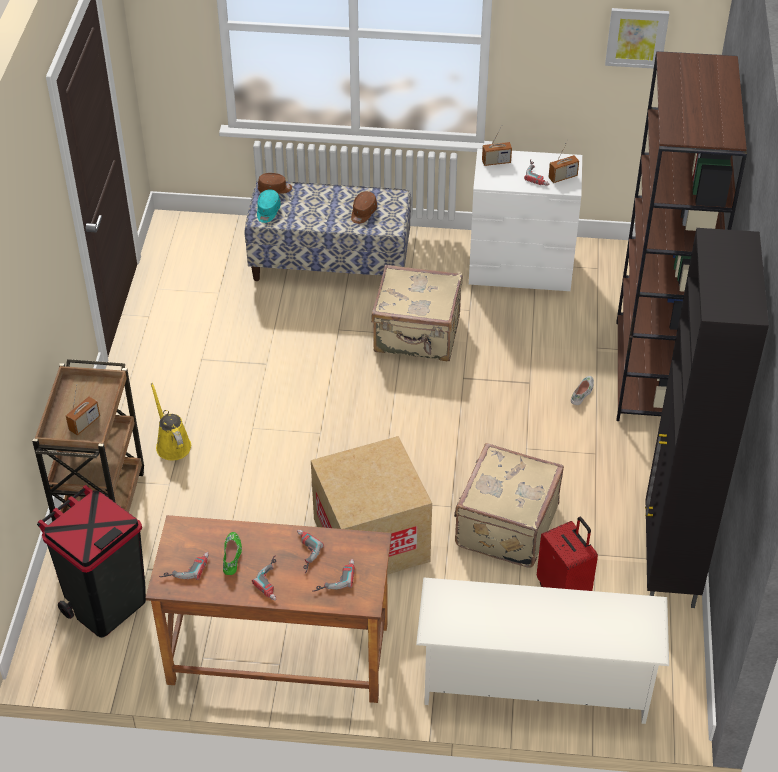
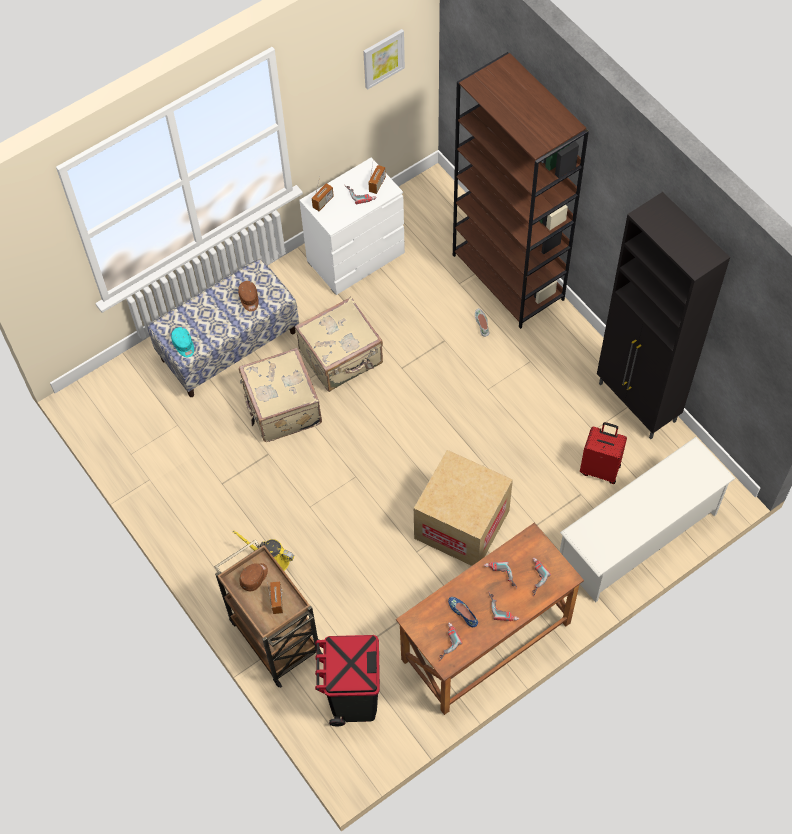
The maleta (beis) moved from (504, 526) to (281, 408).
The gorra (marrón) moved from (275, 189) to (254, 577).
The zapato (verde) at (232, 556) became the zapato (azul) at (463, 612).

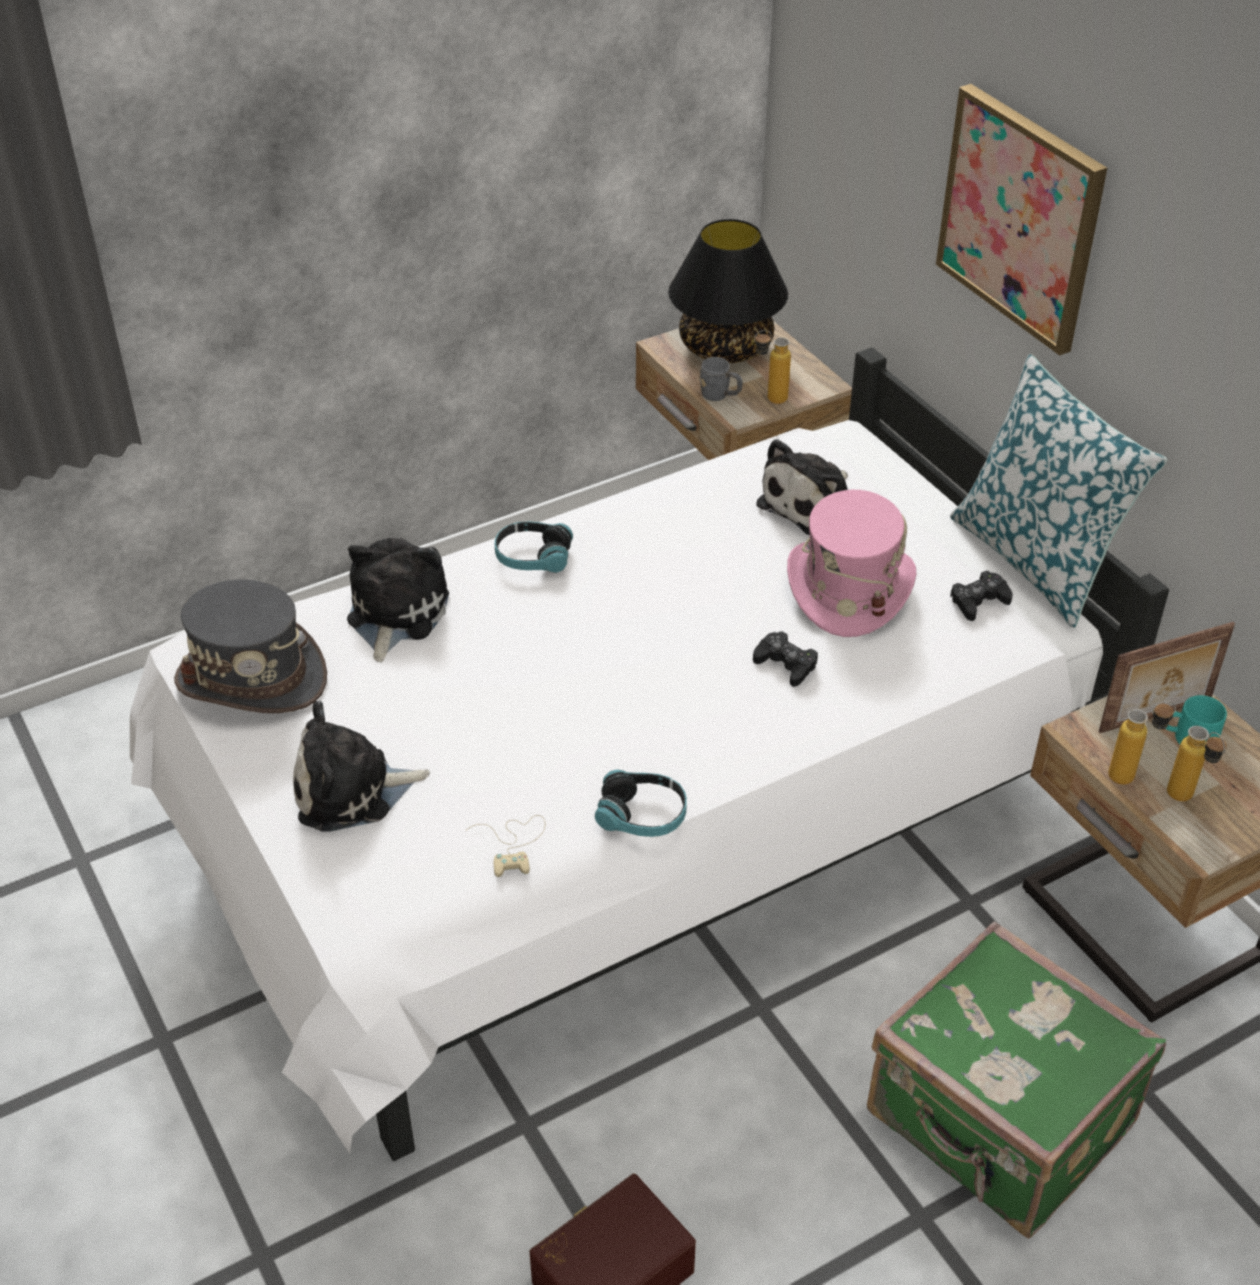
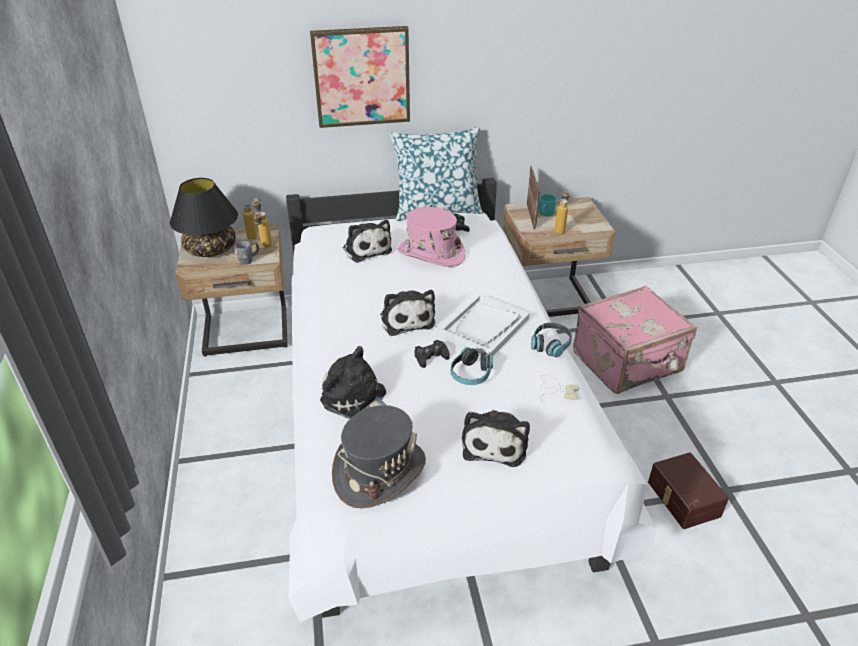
The botella moved from (1186, 800) to (257, 237).
The peluche at (406, 319) appeared.
The mando de consola (negro) moved from (785, 664) to (431, 357).
The bandeja (blanco) at (484, 327) appeared.
The auriculares moved from (533, 557) to (471, 374).
The maleta (verde) at (998, 1124) became the maleta (rosa) at (628, 363).

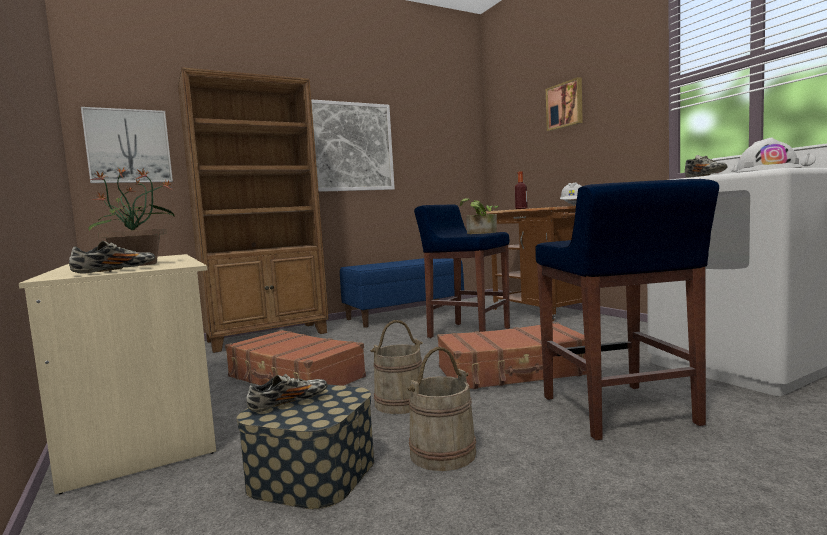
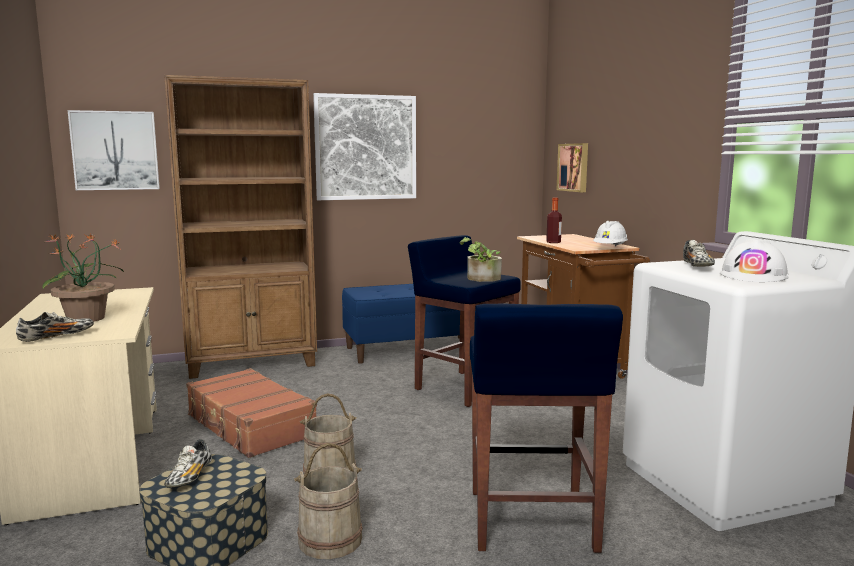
The zapato at (289, 403) turned 120 degrees clockwise.
The cuadro moved from (565, 105) to (574, 167).
The maleta (marrón) at (513, 371) disappeared.

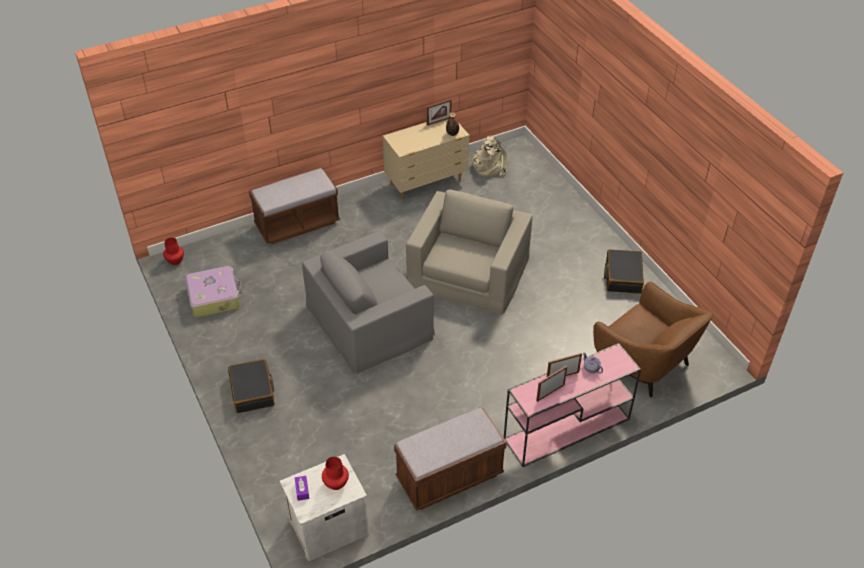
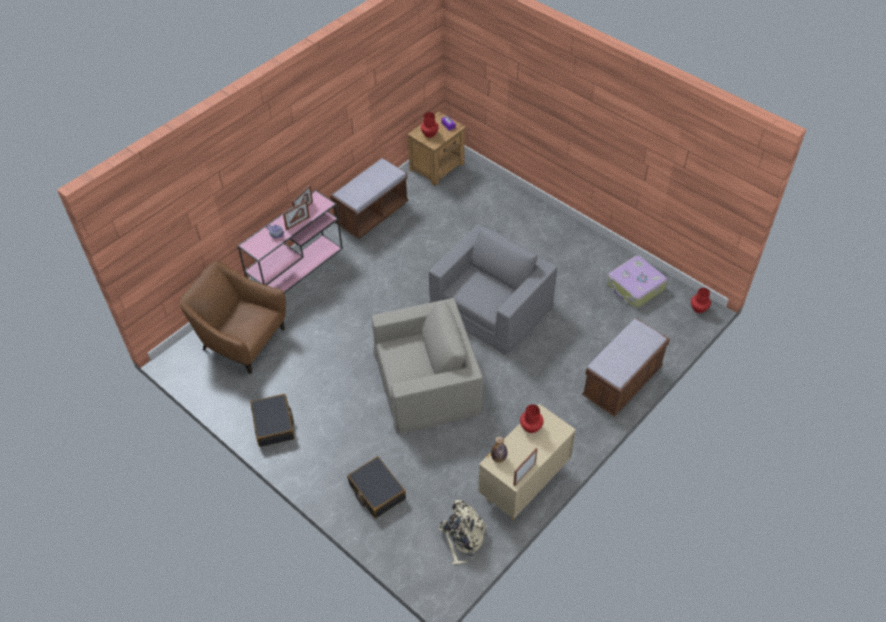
The maleta (negro) moved from (252, 391) to (376, 491).
The sillón (beis) at (468, 272) turned 105 degrees counterclockwise.
The mesita de noche (blanco) at (327, 527) became the mesita de noche (marrón) at (438, 166).
The florero (rojo) at (531, 427) appeared.

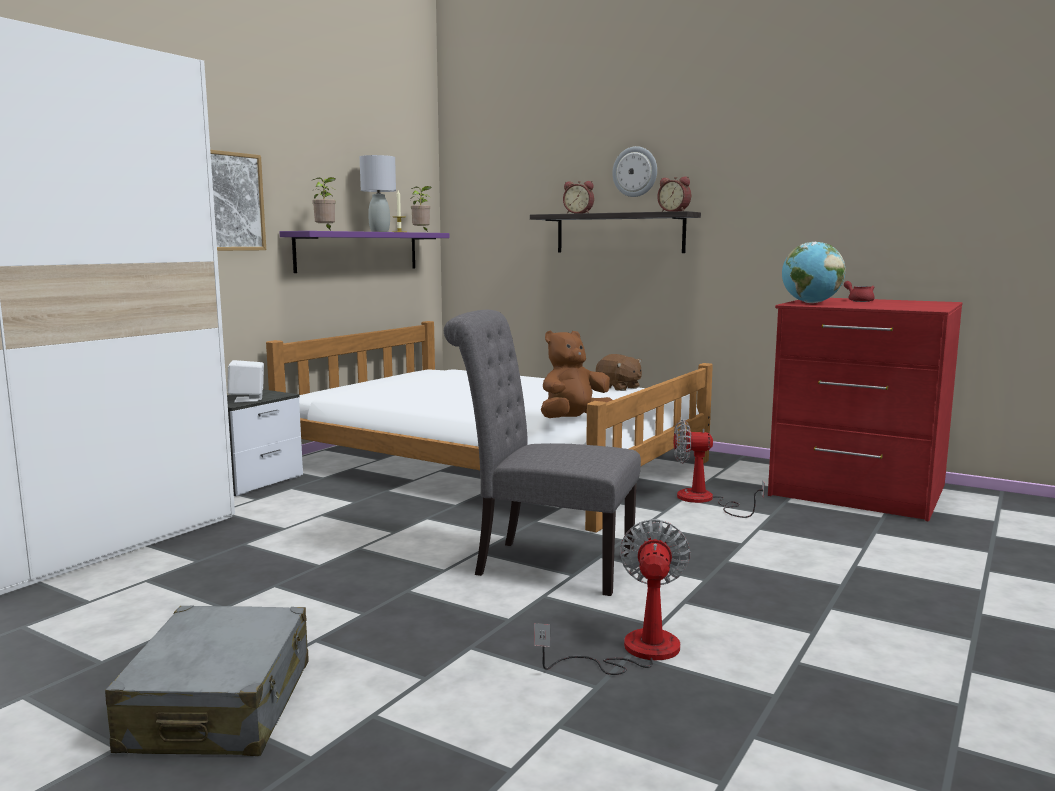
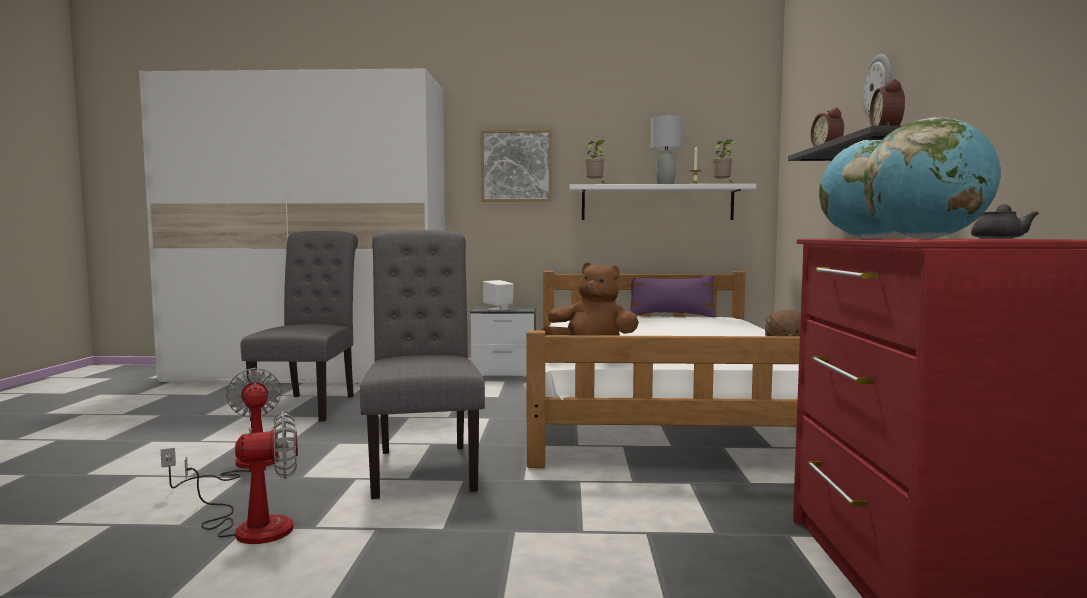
The ventilador moved from (705, 500) to (244, 466).
The silla (gris) at (310, 405) appeared.
The estante (morado) at (358, 251) became the estante (blanco) at (657, 203).
The cojín (morado) at (671, 316) appeared.
The globo terráqueo at (926, 239) appeared.
The tetera (rojo) at (858, 301) became the tetera (gris) at (999, 238).
The maleta (gris) at (220, 706) disappeared.

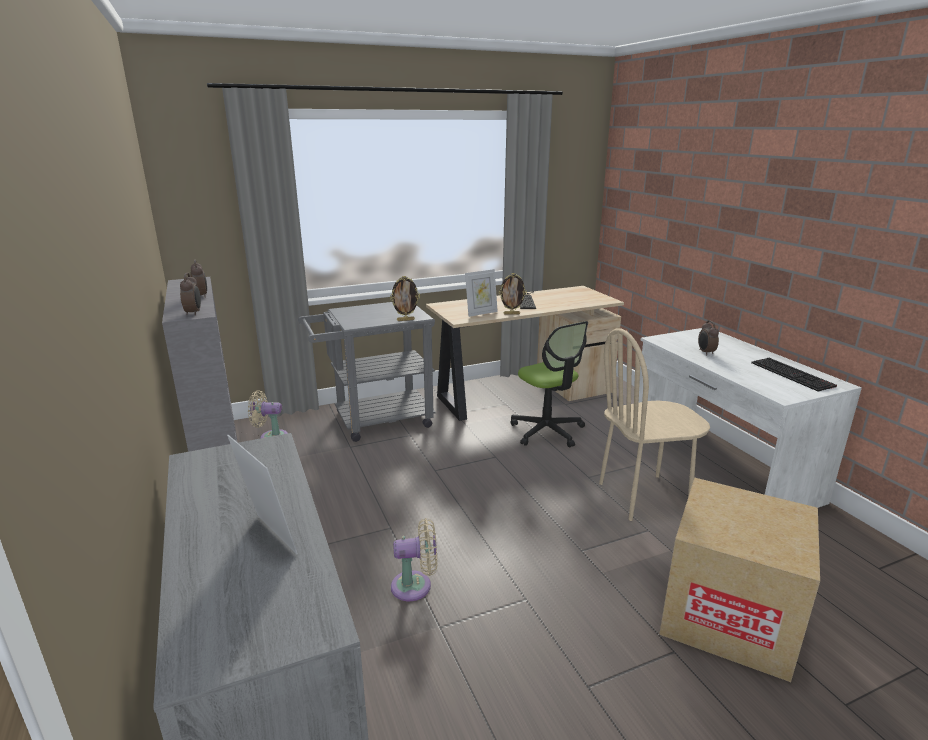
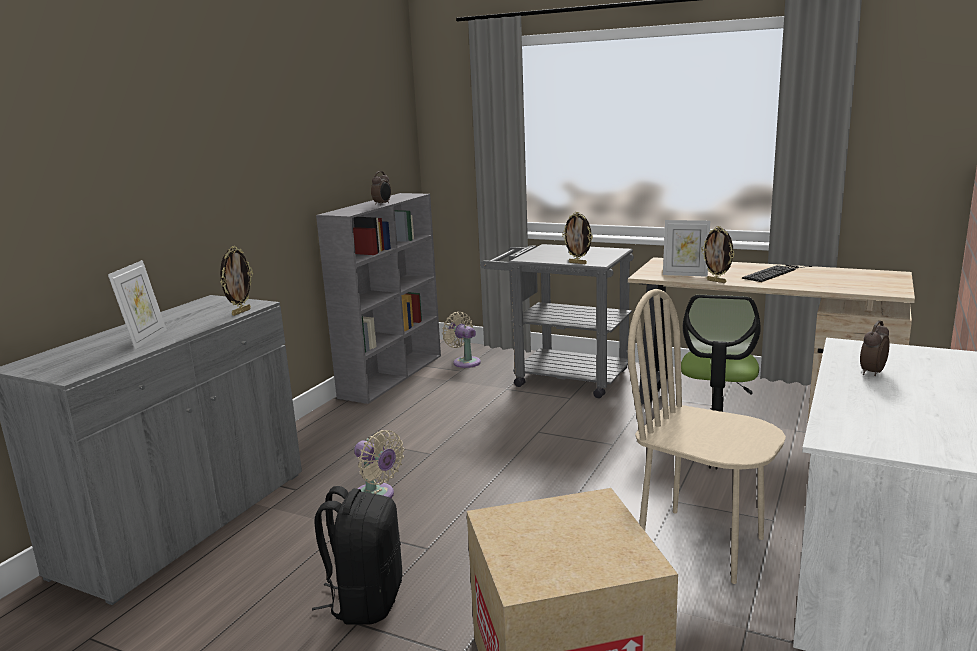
The portarretratos at (241, 312) appeared.
The mochila (negro) at (365, 601) appeared.
The despertador at (194, 313) disappeared.
The teclado at (793, 374) disappeared.

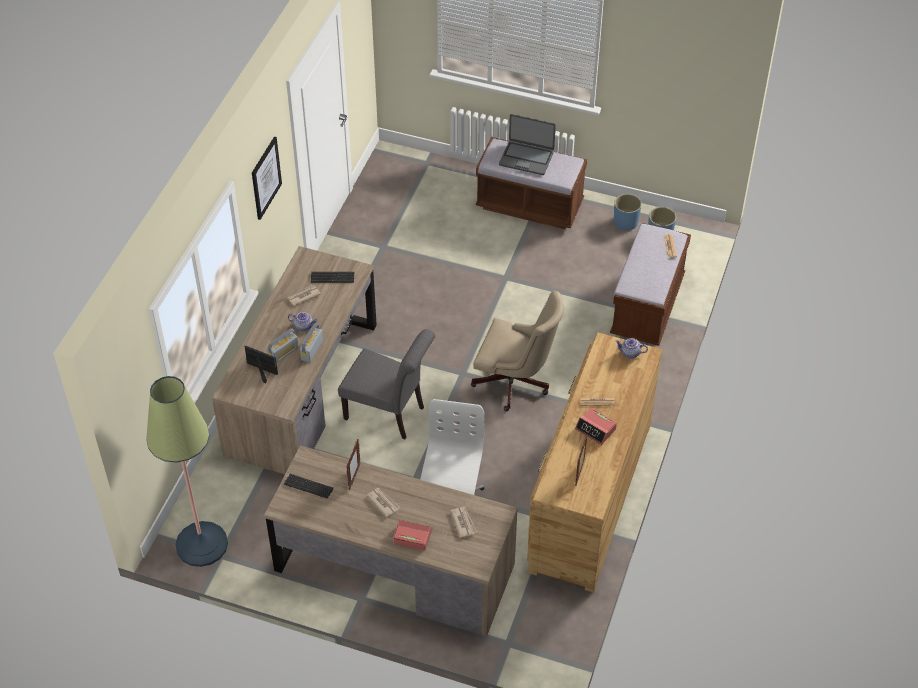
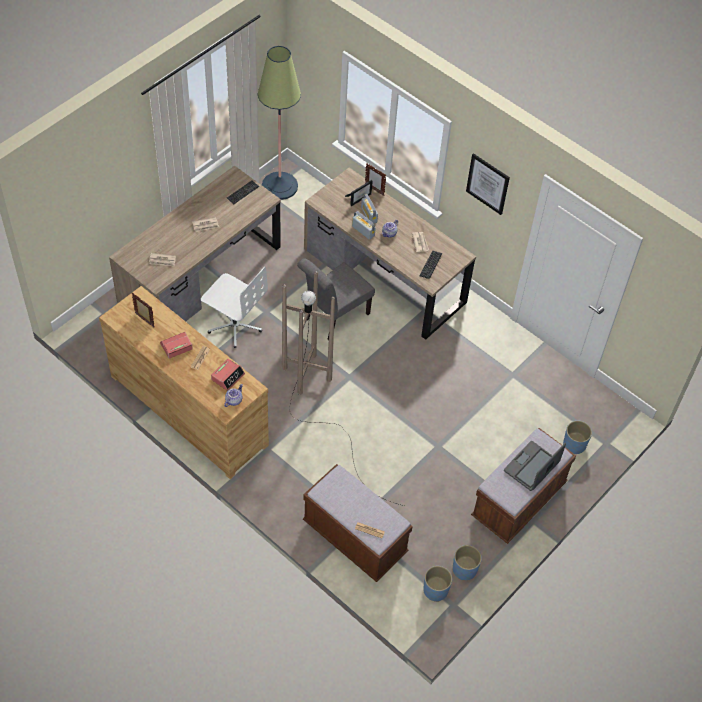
The despertador moved from (412, 536) to (228, 377).
The silla de oficina (beis) at (516, 383) was replaced by the lámpara de pie (marrón) at (321, 407).
The portarretratos moved from (354, 477) to (374, 190).
The maceta (azul) at (574, 445) appeared.

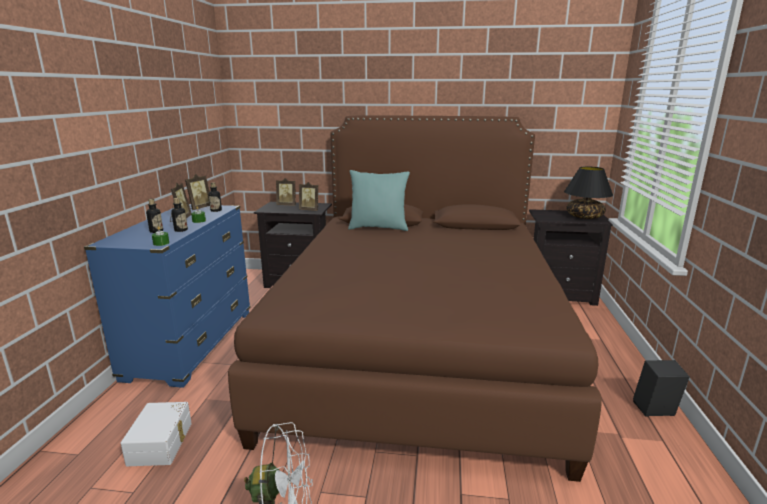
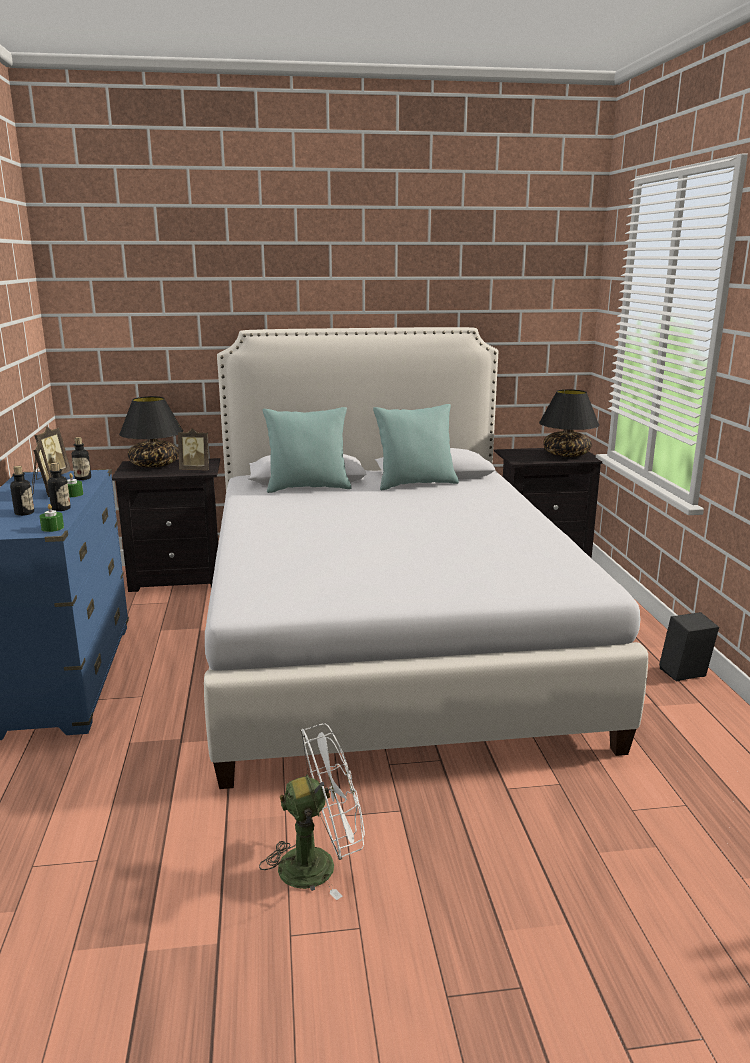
The portarretratos at (287, 205) was replaced by the lámpara de mesa (negro) at (155, 465).
The cama (marrón) at (417, 343) became the cama (blanco) at (385, 637).
The cojín (turquesa) at (415, 484) appeared.
The caja de almacenaje (blanco) at (162, 443) disappeared.

